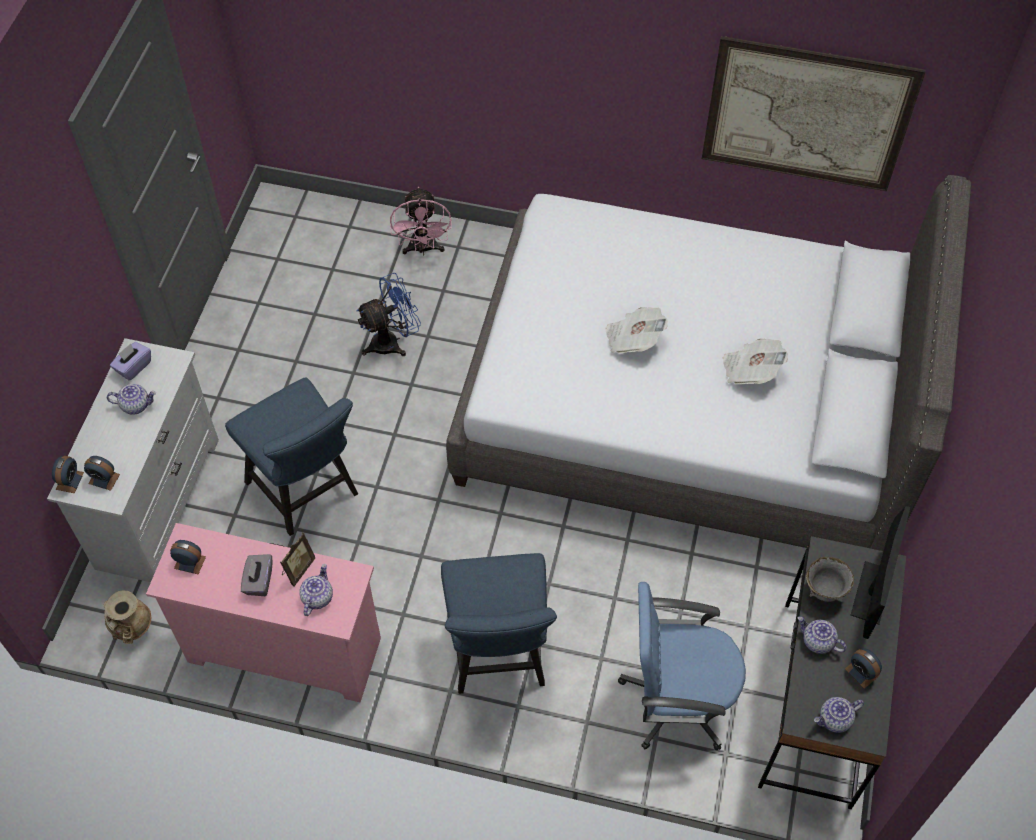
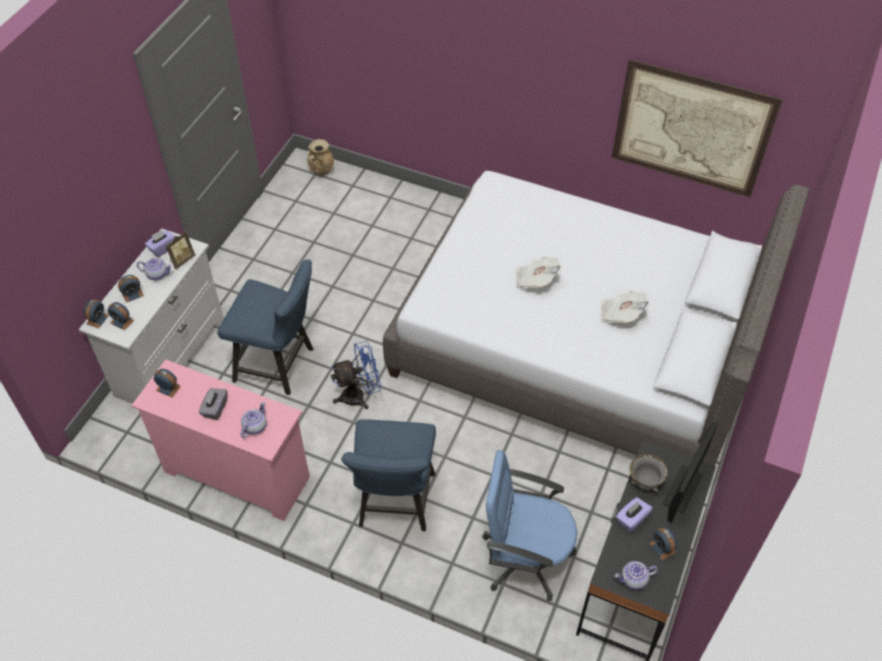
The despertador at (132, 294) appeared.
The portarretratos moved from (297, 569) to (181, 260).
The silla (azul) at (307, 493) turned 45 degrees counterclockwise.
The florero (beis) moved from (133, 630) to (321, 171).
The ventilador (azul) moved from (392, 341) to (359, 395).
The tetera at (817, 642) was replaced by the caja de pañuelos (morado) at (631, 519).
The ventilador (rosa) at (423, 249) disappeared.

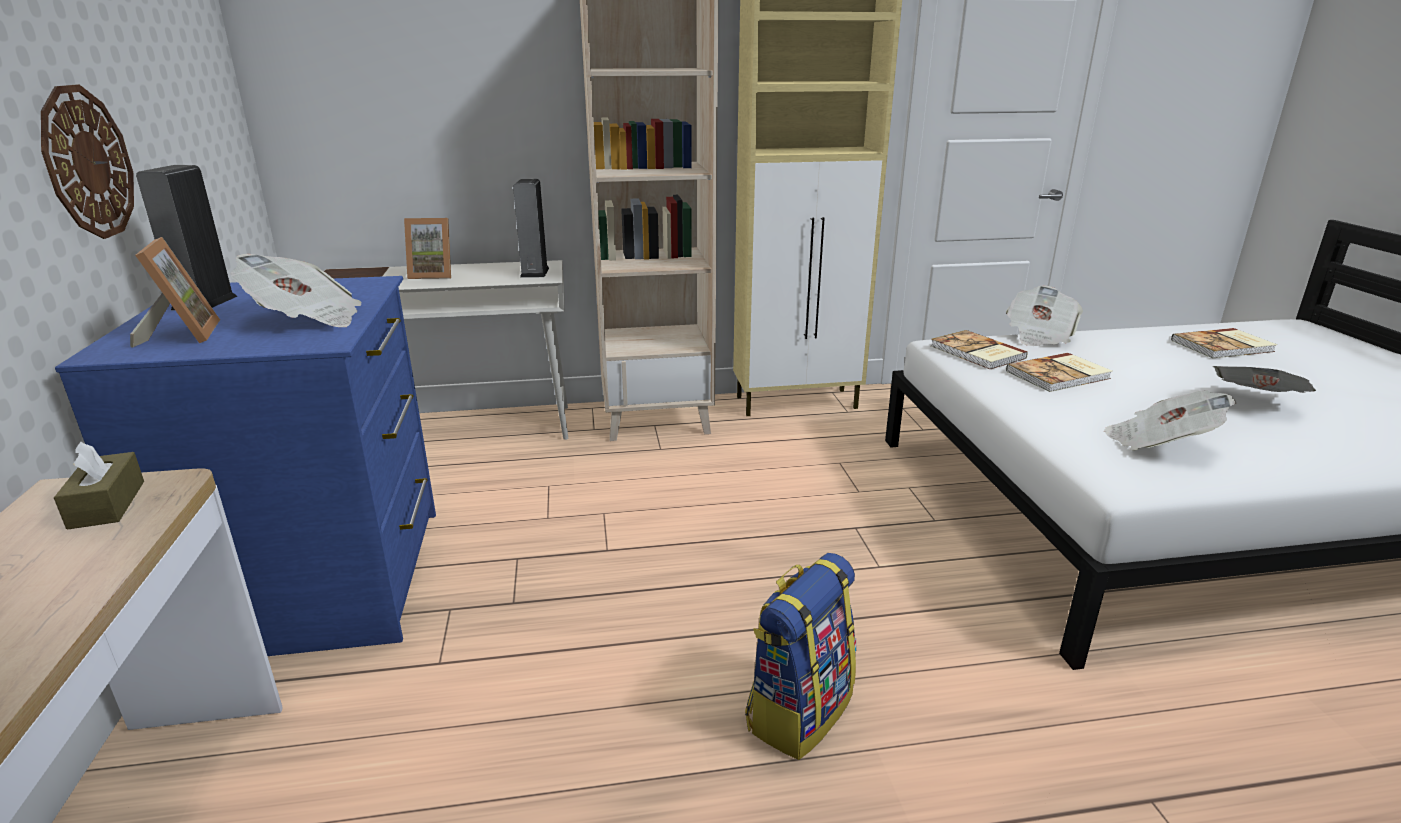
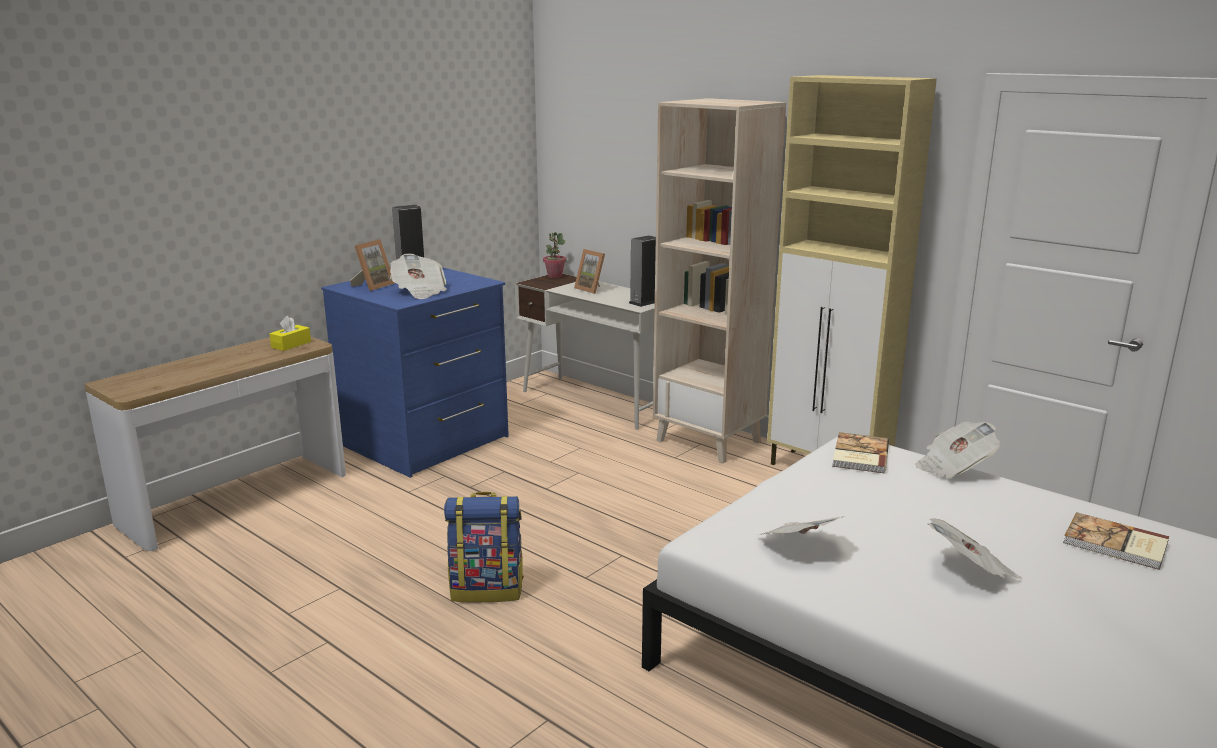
The caja de pañuelos (marrón) at (107, 504) became the caja de pañuelos (amarillo) at (291, 344).
The planta en maceta at (554, 276) appeared.
The reloj de pared at (87, 163) disappeared.
The libro at (1060, 375) disappeared.

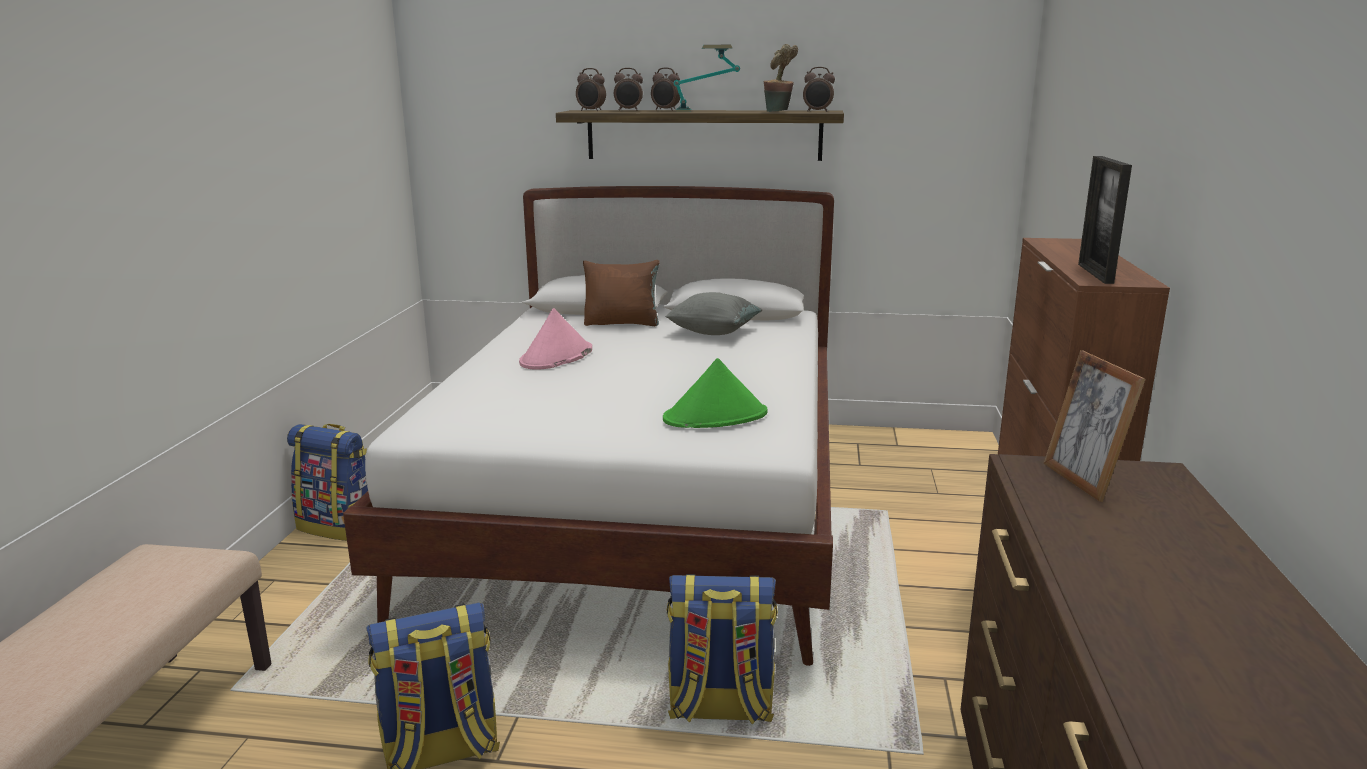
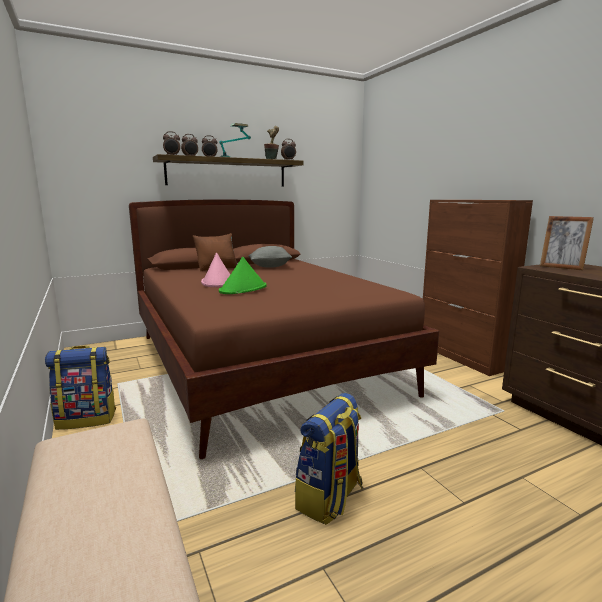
The cama (blanco) at (645, 508) became the cama (marrón) at (262, 362).
The sombrero (verde) moved from (716, 417) to (243, 289).
The mochila at (720, 708) disappeared.
The portarretratos at (1095, 273) disappeared.

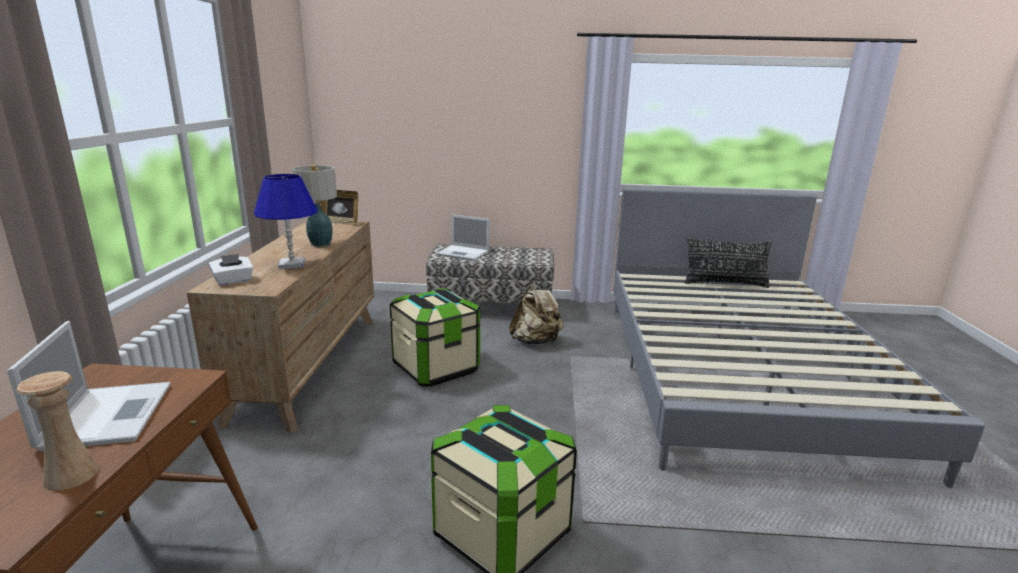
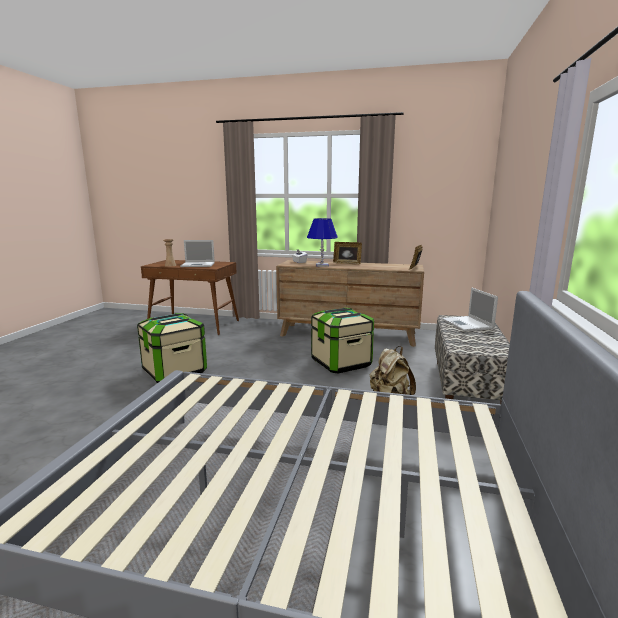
The portarretratos at (347, 263) appeared.
The portátil at (464, 253) turned 45 degrees counterclockwise.
The lámpara de mesa at (321, 244) disappeared.
The cojín (negro) at (725, 283) disappeared.

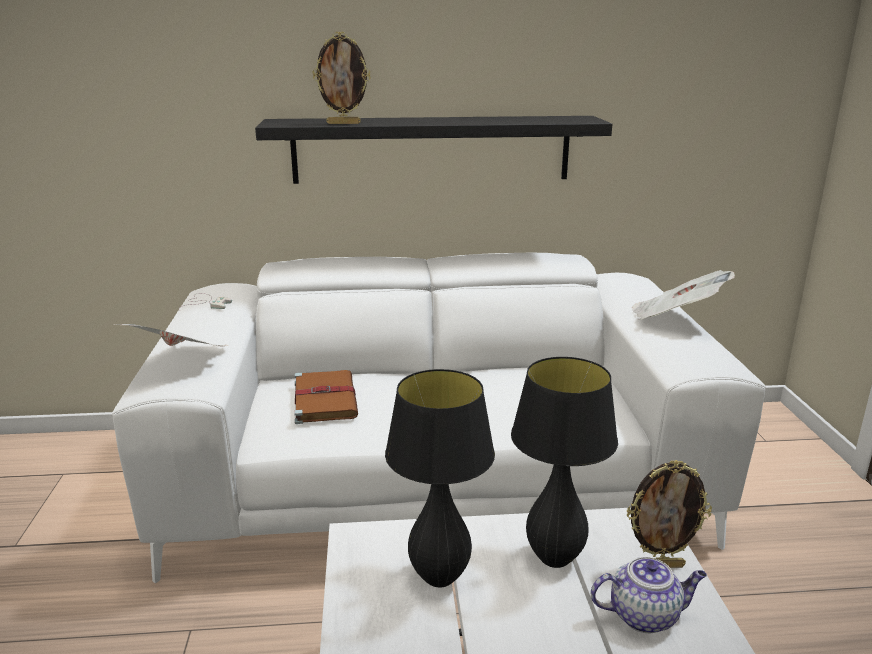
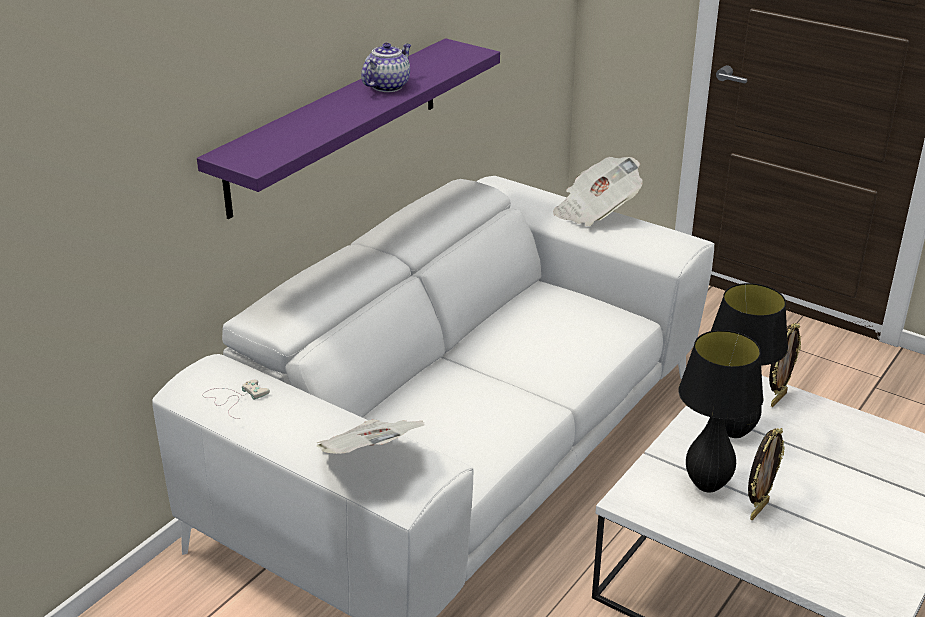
The estante (negro) at (431, 149) became the estante (morado) at (336, 125).
The tetera moved from (645, 615) to (387, 86).
The portarretratos moved from (344, 123) to (758, 509).
The libro (marrón) at (324, 399) disappeared.

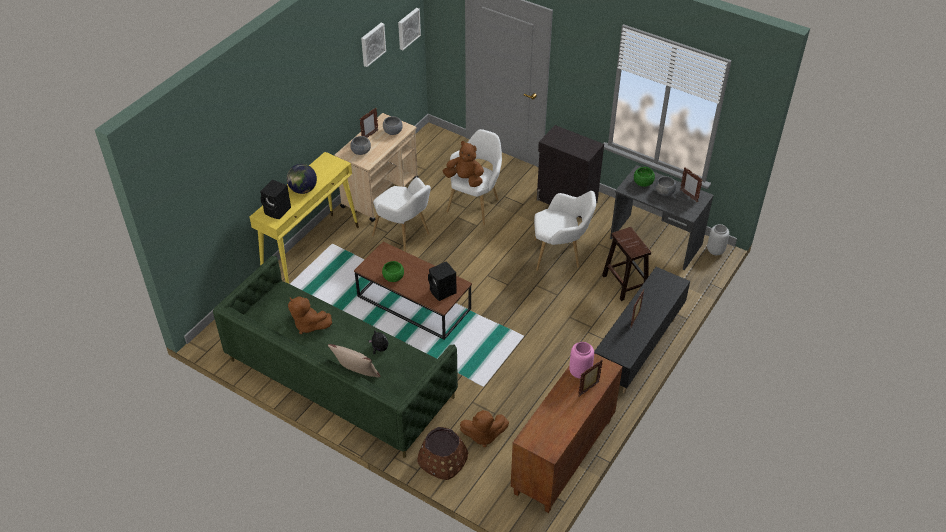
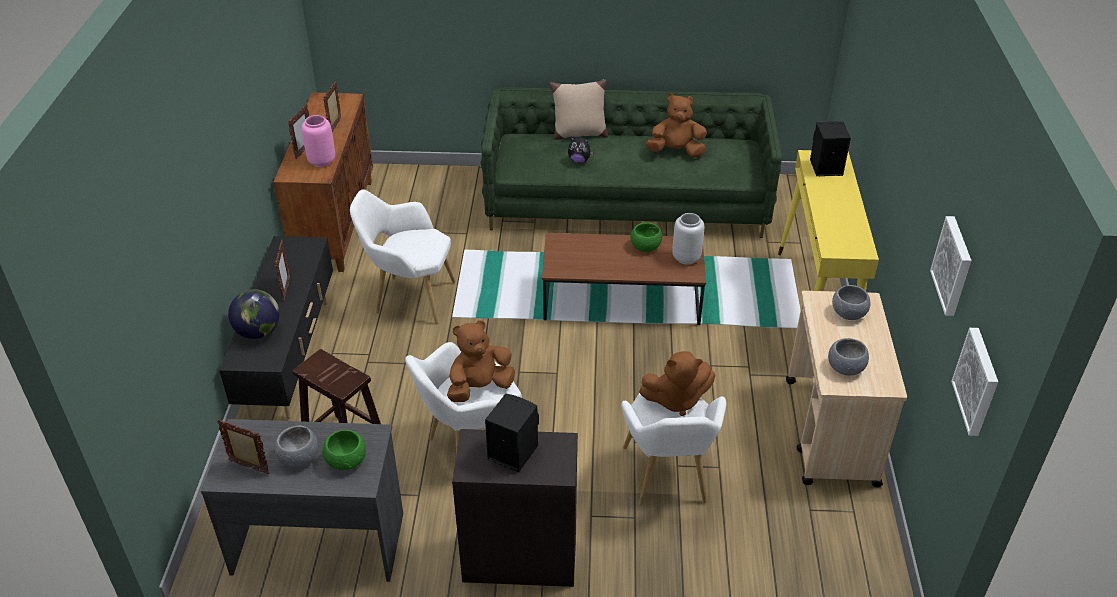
The globo terráqueo moved from (303, 190) to (258, 332).
The portarretratos moved from (369, 135) to (335, 126).
The sillón (blanco) moved from (404, 236) to (409, 298).
The peluche (marrón) moved from (483, 435) to (479, 387).
The altavoz (negro) moved from (443, 292) to (511, 451).
The florero (gris) moved from (715, 251) to (685, 258).
The maceta (marrón) at (443, 460) disappeared.

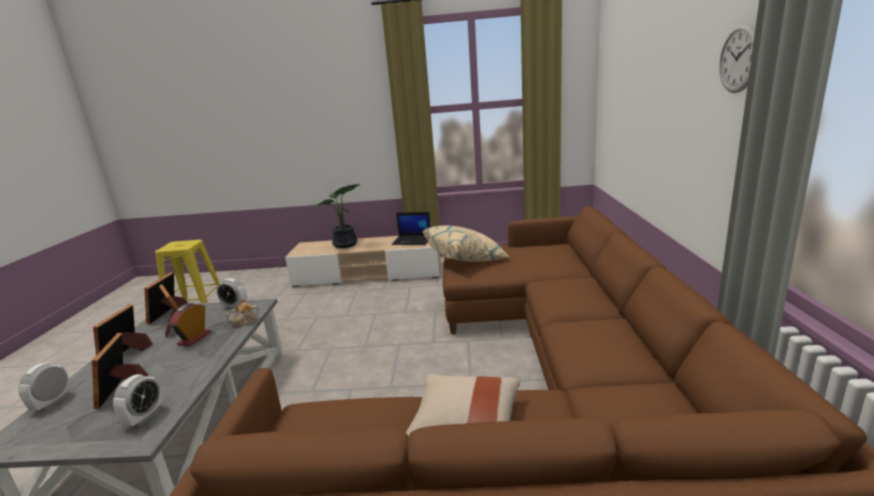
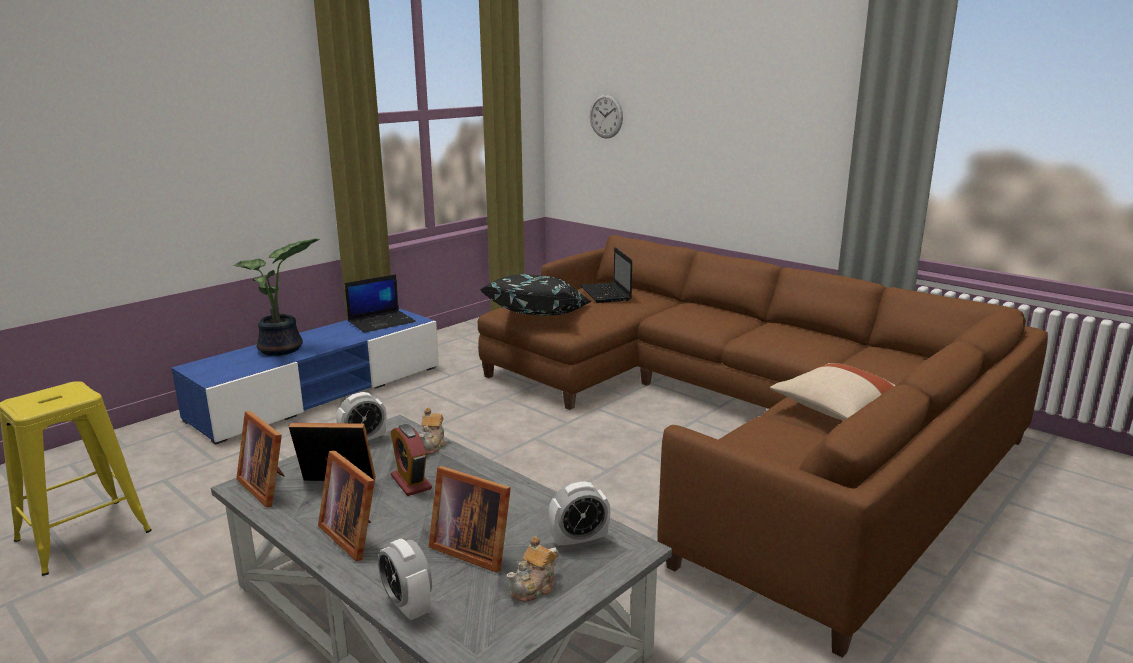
The mueble de televisión (beis) at (368, 274) became the mueble de televisión (azul) at (320, 392).
The cojín (beis) at (466, 259) became the cojín (negro) at (539, 316).
The tetera at (534, 587) appeared.
The despertador at (144, 417) turned 105 degrees clockwise.
The portátil at (606, 294) appeared.
The reloj de pared moved from (739, 58) to (606, 116).

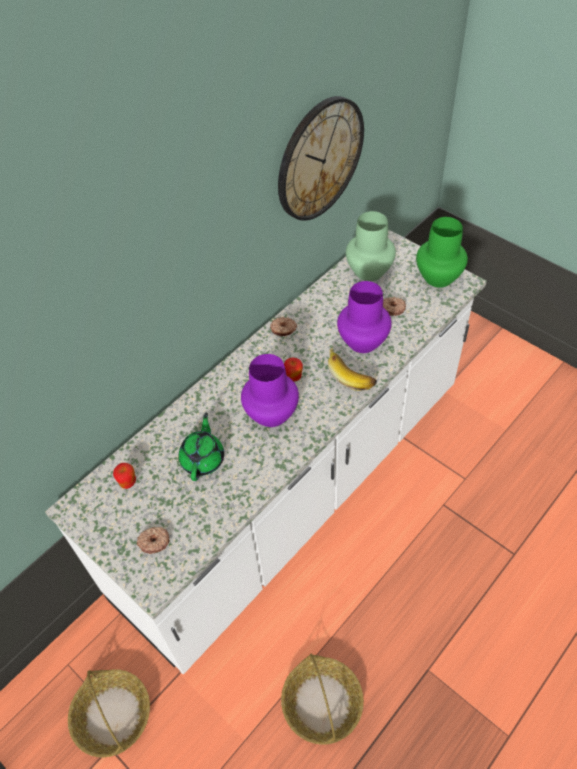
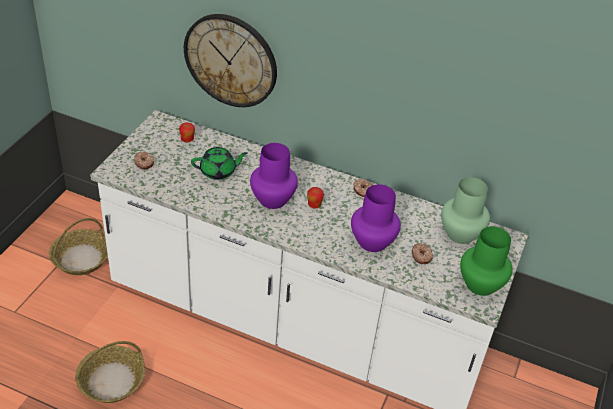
The reloj de pared moved from (319, 159) to (231, 60).
The plátano at (351, 374) disappeared.

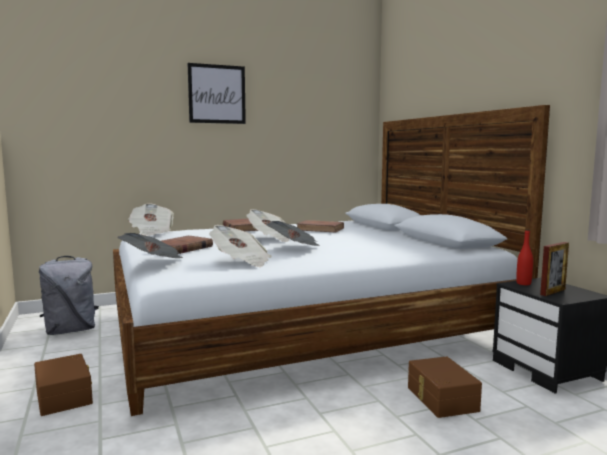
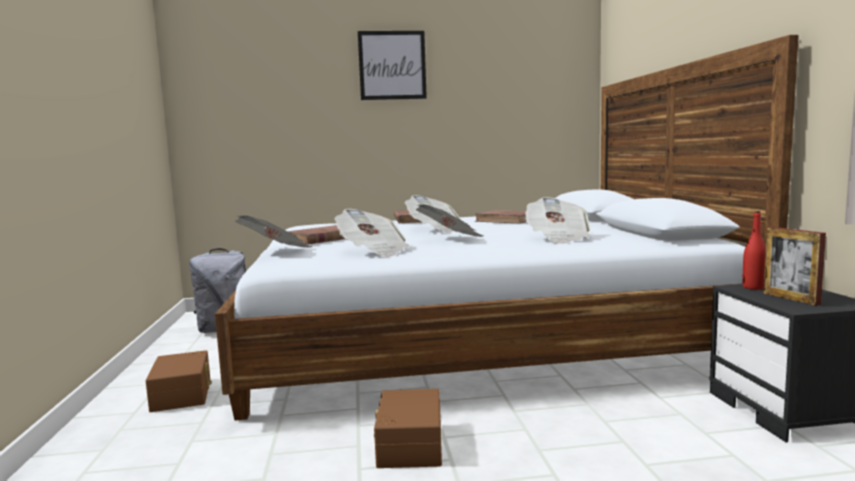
The caja de almacenaje (marrón) moved from (440, 399) to (408, 444).
The periódico moved from (151, 232) to (557, 238).
The portarretratos at (553, 292) turned 90 degrees clockwise.

